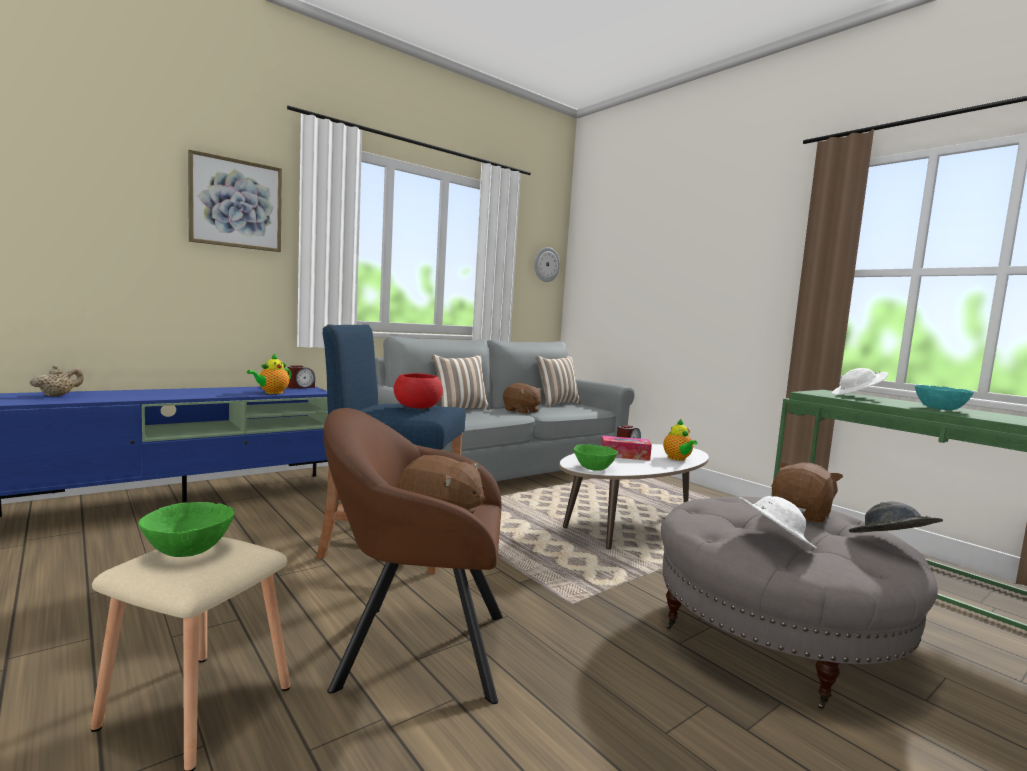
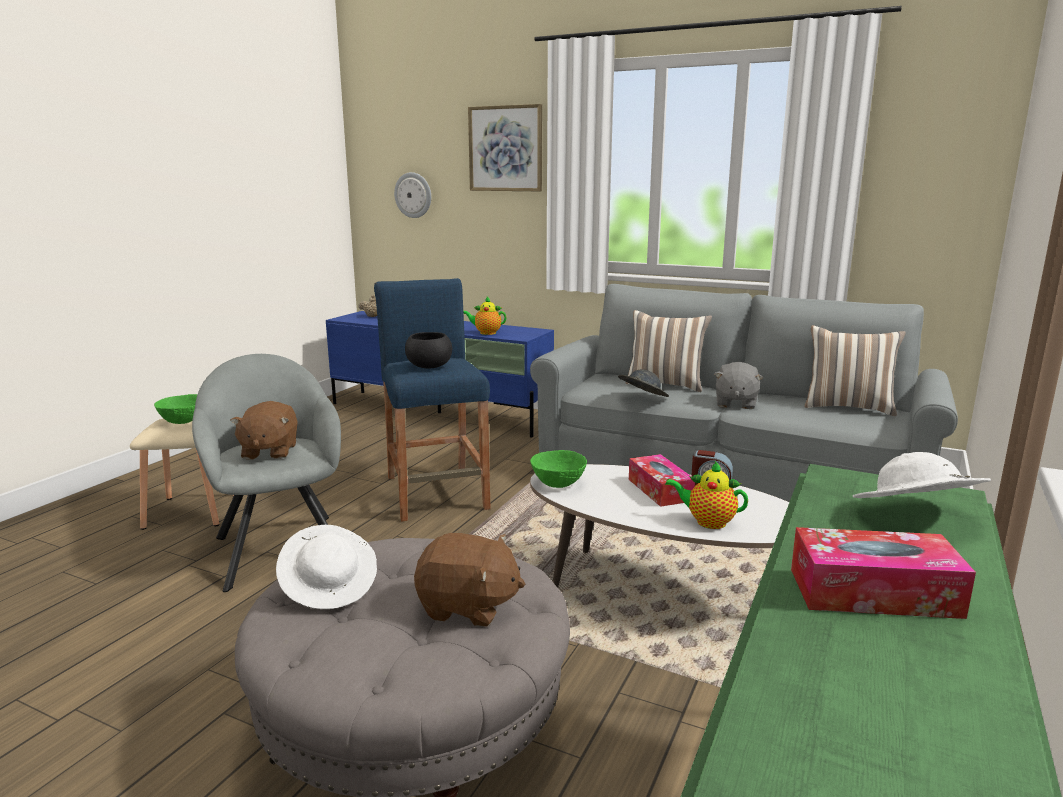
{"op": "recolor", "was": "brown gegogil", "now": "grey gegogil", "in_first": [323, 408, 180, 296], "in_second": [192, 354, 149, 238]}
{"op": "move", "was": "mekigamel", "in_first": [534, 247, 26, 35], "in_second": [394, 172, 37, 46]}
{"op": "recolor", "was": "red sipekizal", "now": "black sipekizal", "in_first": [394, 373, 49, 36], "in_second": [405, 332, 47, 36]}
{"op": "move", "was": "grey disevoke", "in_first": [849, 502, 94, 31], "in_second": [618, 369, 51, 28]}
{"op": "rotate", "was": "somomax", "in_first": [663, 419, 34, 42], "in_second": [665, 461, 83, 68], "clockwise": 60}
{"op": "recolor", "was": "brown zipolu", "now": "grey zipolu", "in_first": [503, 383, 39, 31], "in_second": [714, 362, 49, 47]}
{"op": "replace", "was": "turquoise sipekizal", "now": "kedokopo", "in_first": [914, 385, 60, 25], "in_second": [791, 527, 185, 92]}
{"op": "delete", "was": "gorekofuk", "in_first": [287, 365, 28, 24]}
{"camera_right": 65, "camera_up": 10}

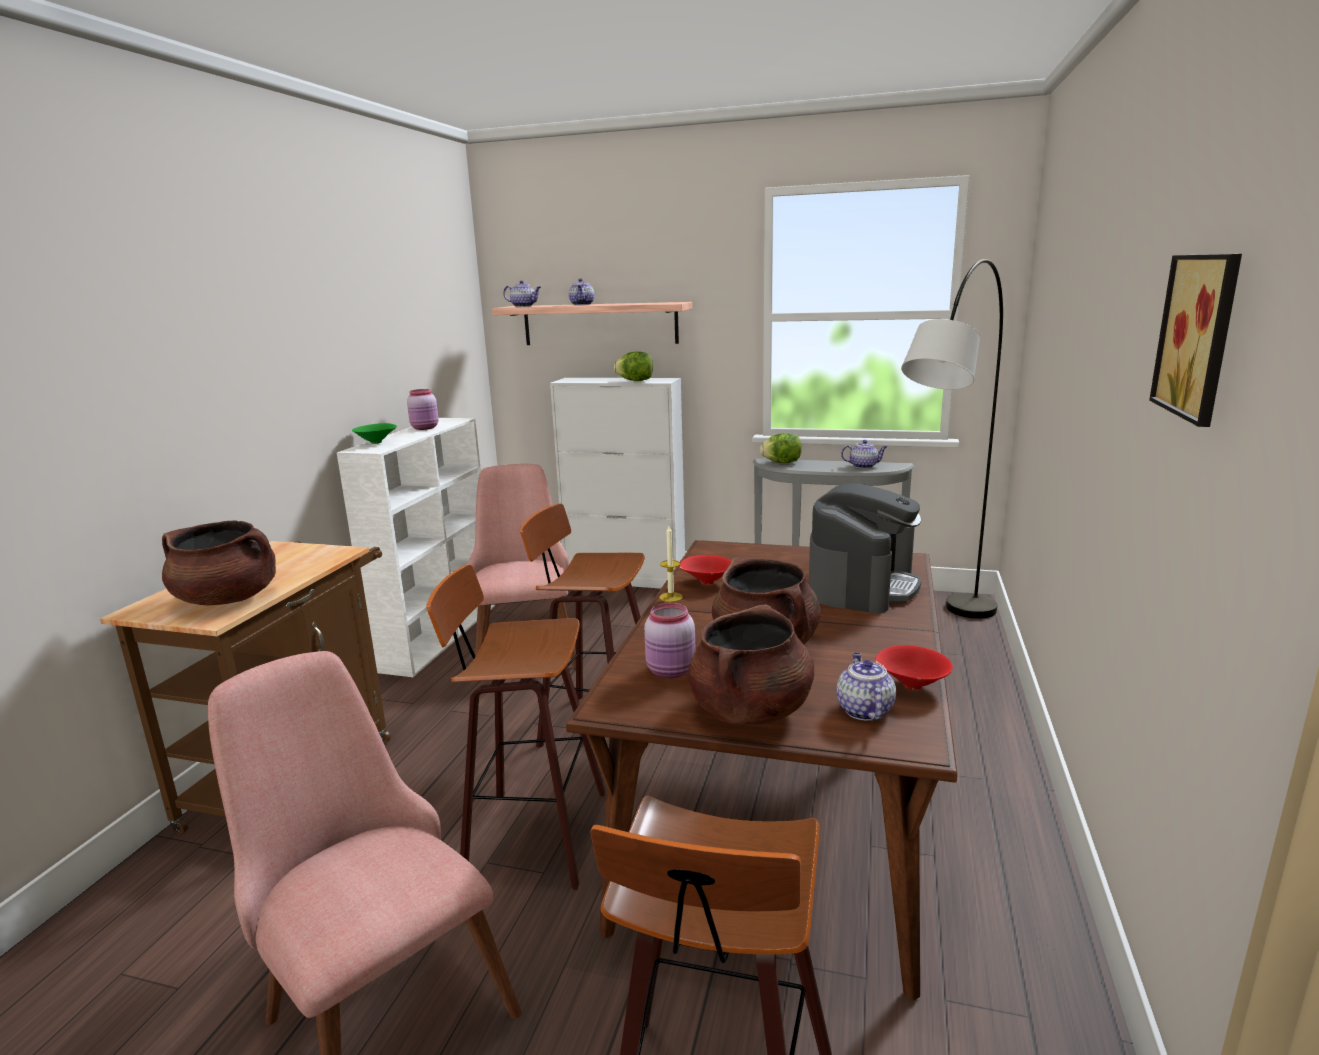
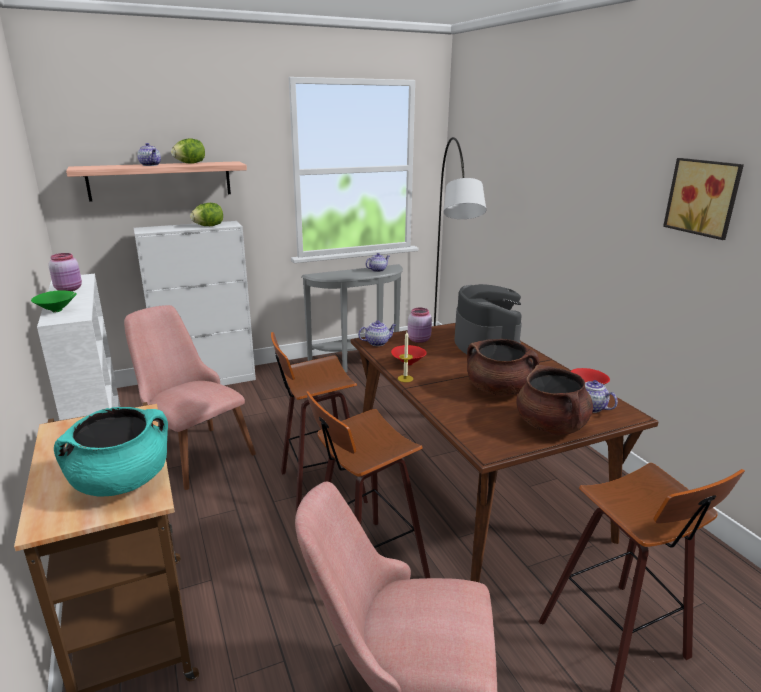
{"op": "recolor", "was": "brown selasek", "now": "turquoise selasek", "in_first": [162, 520, 114, 85], "in_second": [54, 407, 114, 90]}
{"op": "move", "was": "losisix", "in_first": [760, 433, 42, 30], "in_second": [171, 138, 34, 26]}
{"op": "move", "was": "somomax", "in_first": [503, 280, 38, 27], "in_second": [358, 321, 38, 25]}
{"op": "move", "was": "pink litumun", "in_first": [644, 603, 51, 75], "in_second": [408, 308, 24, 35]}
{"camera_right": -40, "camera_up": 5}

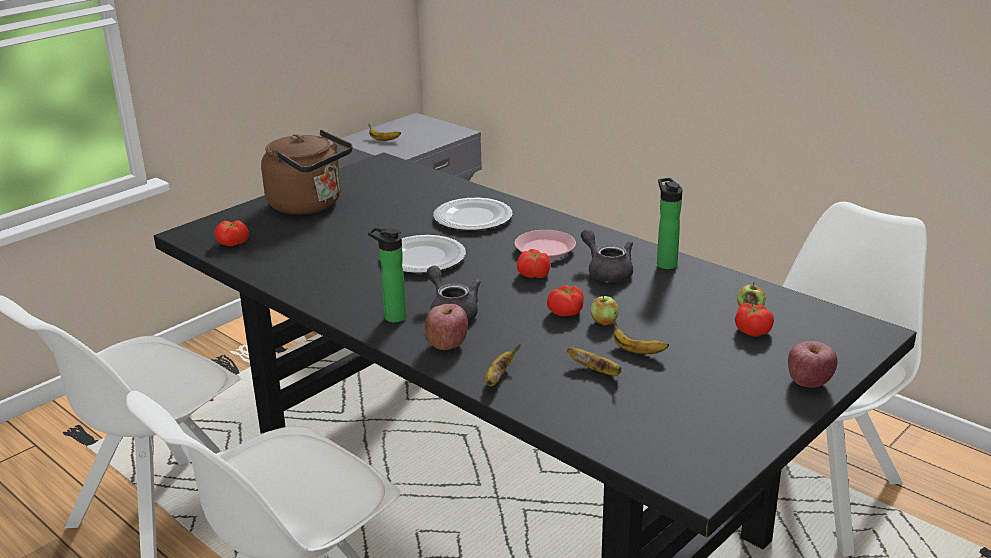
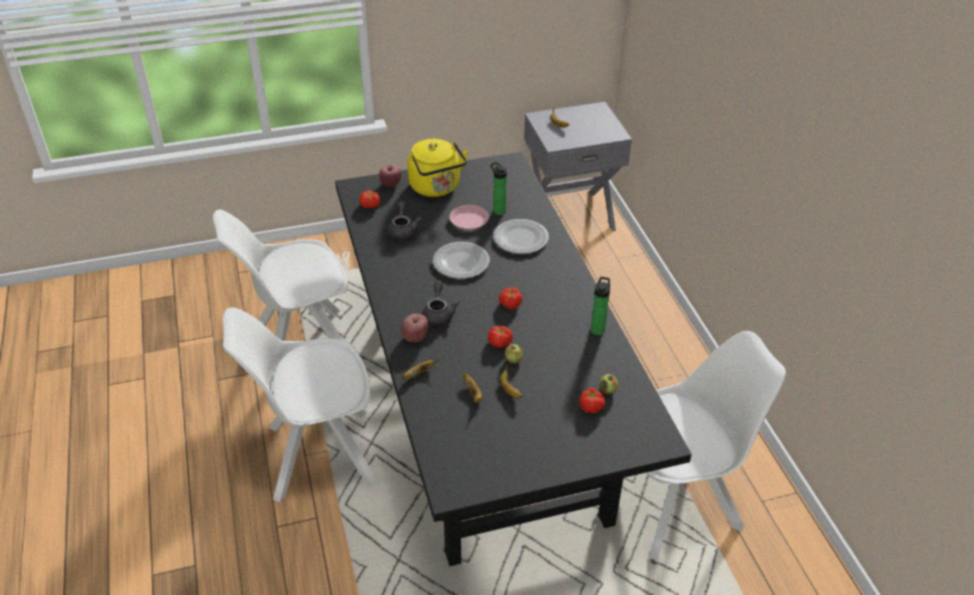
{"op": "move", "was": "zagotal", "in_first": [788, 341, 50, 46], "in_second": [379, 164, 22, 23]}
{"op": "move", "was": "grey somomax", "in_first": [581, 229, 52, 53], "in_second": [388, 201, 33, 39]}
{"op": "recolor", "was": "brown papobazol", "now": "yellow papobazol", "in_first": [261, 130, 92, 85], "in_second": [407, 139, 61, 58]}
{"op": "move", "was": "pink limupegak", "in_first": [515, 230, 61, 30], "in_second": [450, 205, 39, 25]}
{"op": "move", "was": "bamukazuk", "in_first": [368, 227, 39, 95], "in_second": [490, 162, 17, 53]}
{"camera_right": 30, "camera_up": 15}

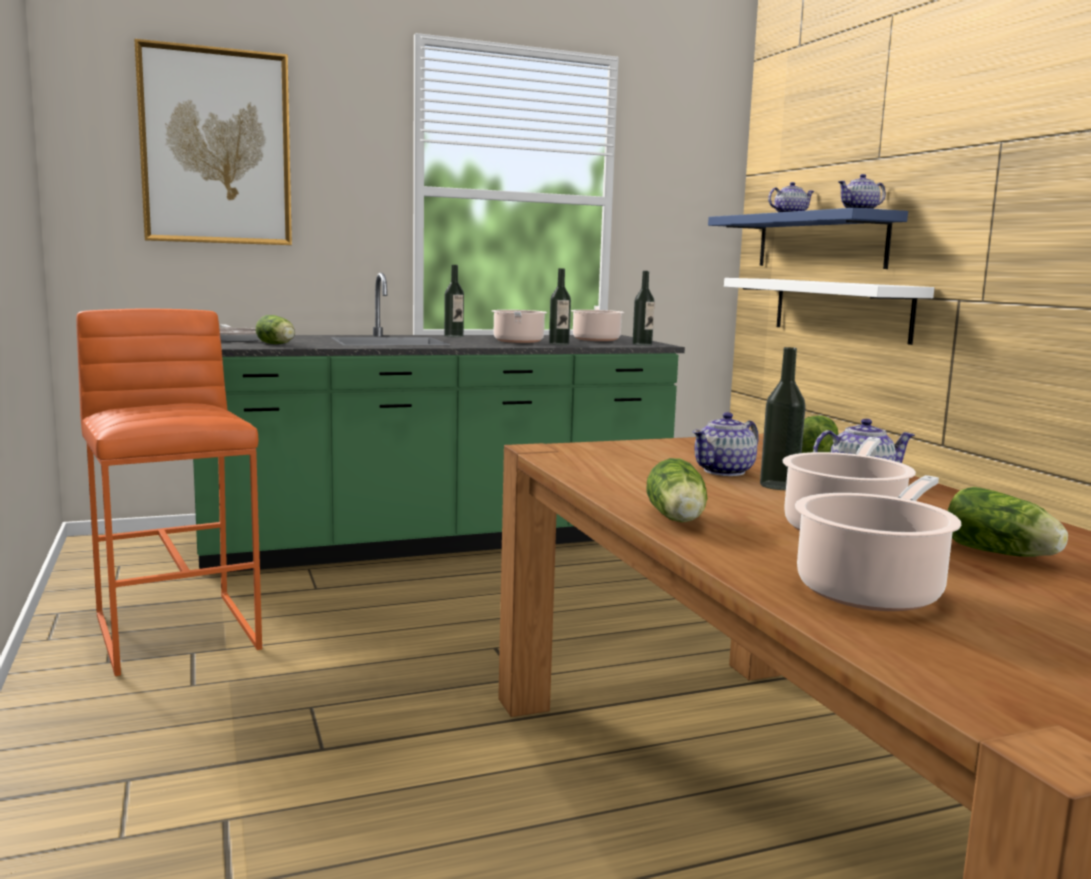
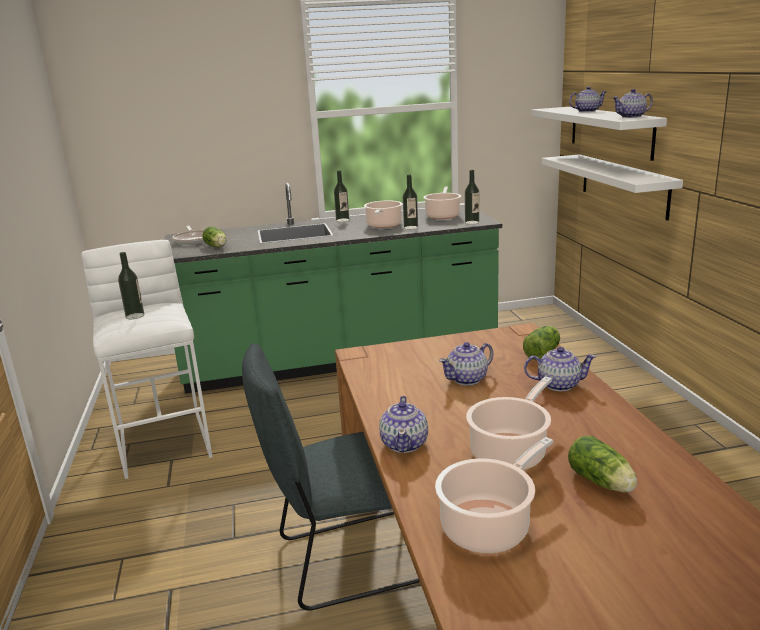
{"op": "recolor", "was": "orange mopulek", "now": "white mopulek", "in_first": [76, 308, 186, 368], "in_second": [81, 240, 131, 239]}
{"op": "move", "was": "bamukazuk", "in_first": [760, 347, 46, 143], "in_second": [118, 252, 26, 67]}
{"op": "insert", "now": "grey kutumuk", "in_second": [242, 343, 178, 268]}
{"op": "replace", "was": "losisix", "now": "somomax", "in_first": [647, 458, 60, 64], "in_second": [379, 396, 49, 57]}
{"op": "recolor", "was": "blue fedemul", "now": "white fedemul", "in_first": [708, 208, 200, 61], "in_second": [531, 107, 136, 54]}
{"op": "delete", "was": "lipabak", "in_first": [134, 39, 158, 206]}
{"camera_right": 10, "camera_up": 10}

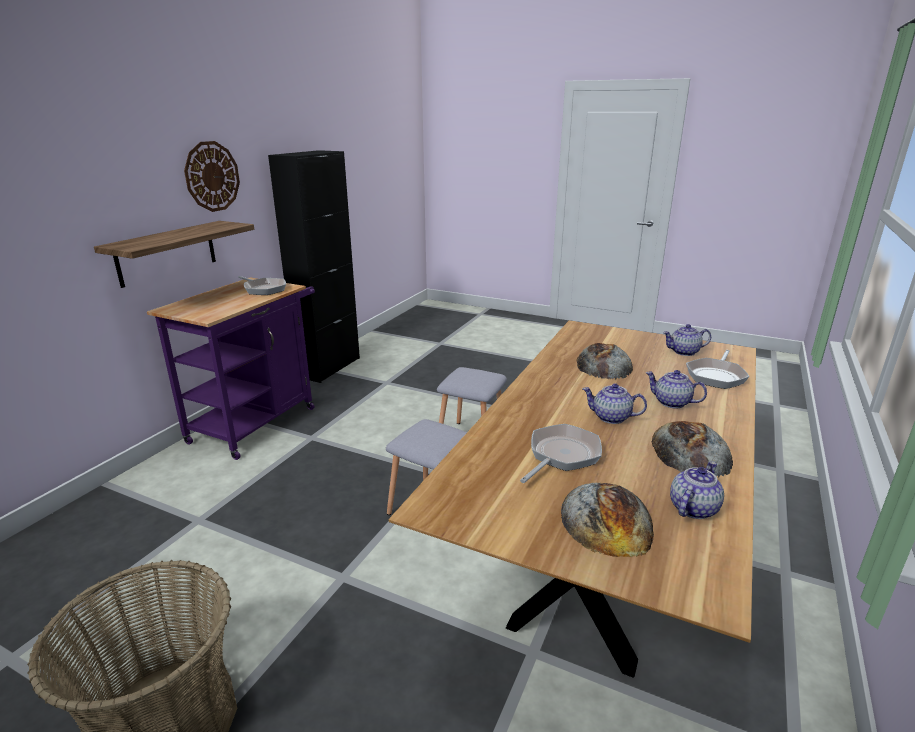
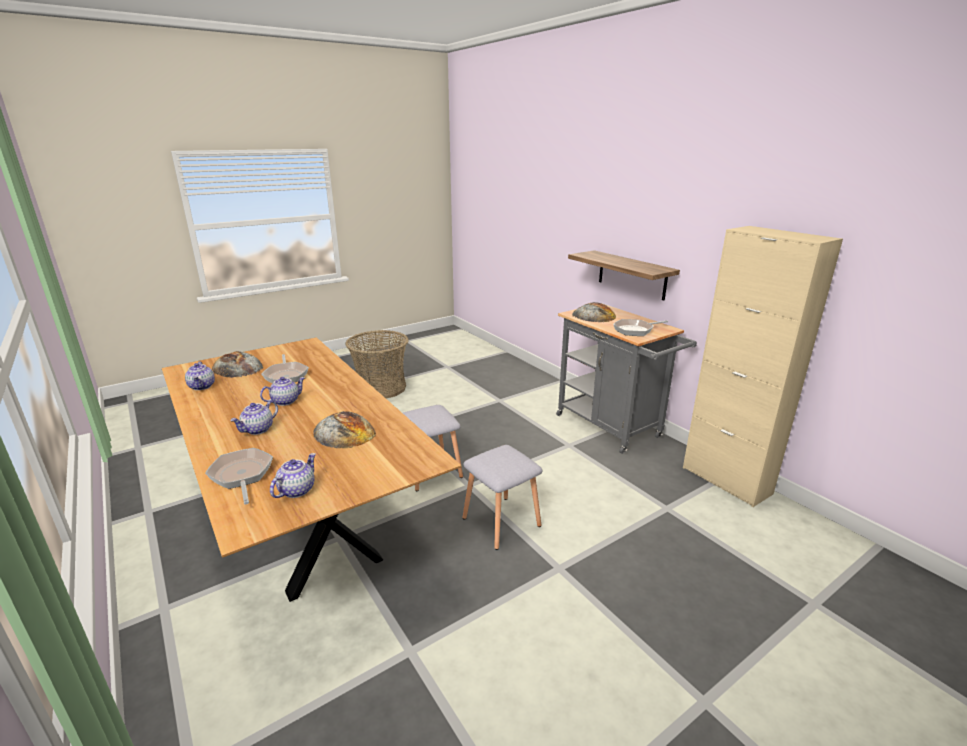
{"op": "rotate", "was": "somomax", "in_first": [646, 370, 61, 38], "in_second": [230, 400, 48, 35], "clockwise": 150}
{"op": "recolor", "was": "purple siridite", "now": "grey siridite", "in_first": [147, 277, 168, 183], "in_second": [556, 303, 141, 151]}
{"op": "move", "was": "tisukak", "in_first": [652, 421, 81, 57], "in_second": [572, 302, 44, 20]}
{"op": "recolor", "was": "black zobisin", "now": "beige zobisin", "in_first": [268, 150, 92, 233], "in_second": [683, 226, 160, 281]}
{"op": "delete", "was": "mekigamel", "in_first": [184, 141, 56, 71]}
{"camera_right": 120, "camera_up": 0}

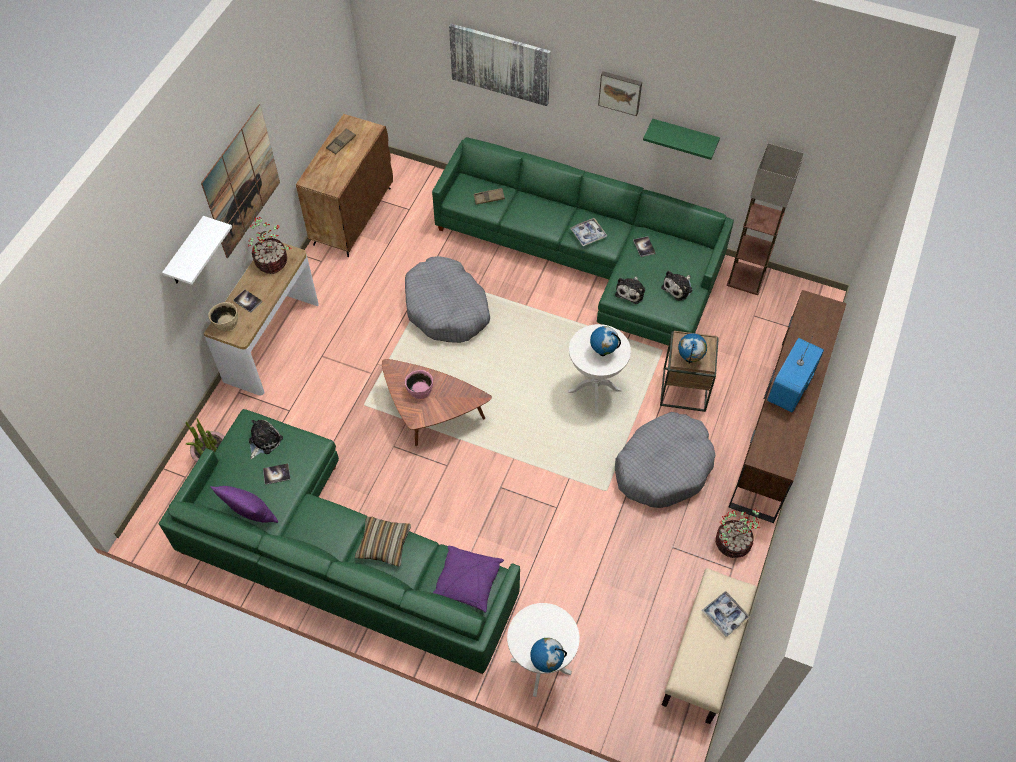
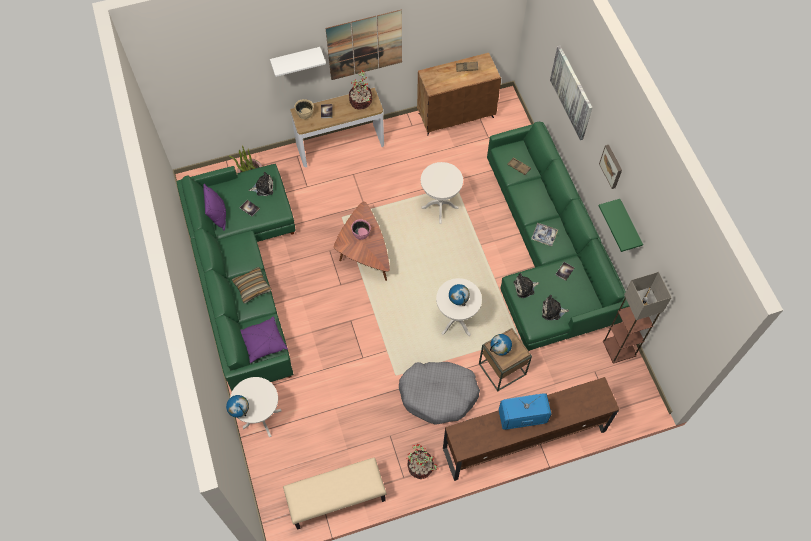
{"op": "replace", "was": "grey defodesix", "now": "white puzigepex", "in_first": [405, 256, 85, 87], "in_second": [421, 162, 42, 62]}
{"op": "delete", "was": "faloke", "in_first": [702, 591, 48, 46]}
{"camera_right": 50, "camera_up": 5}

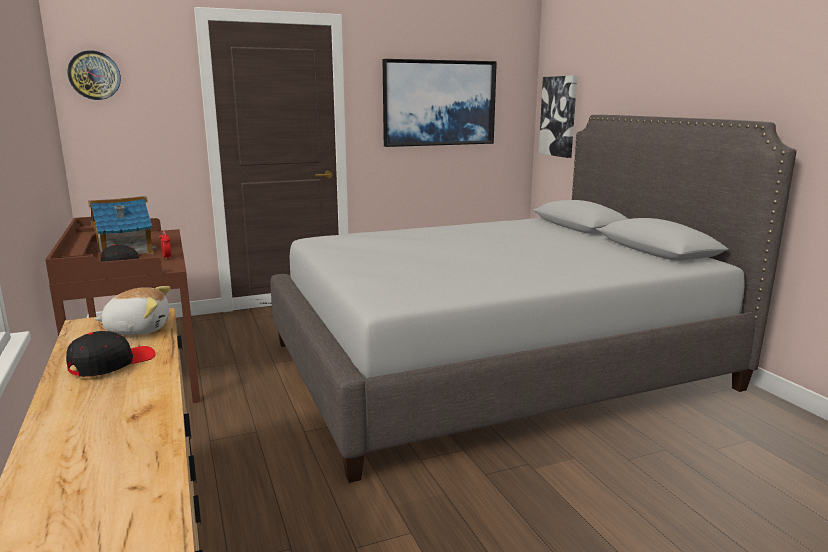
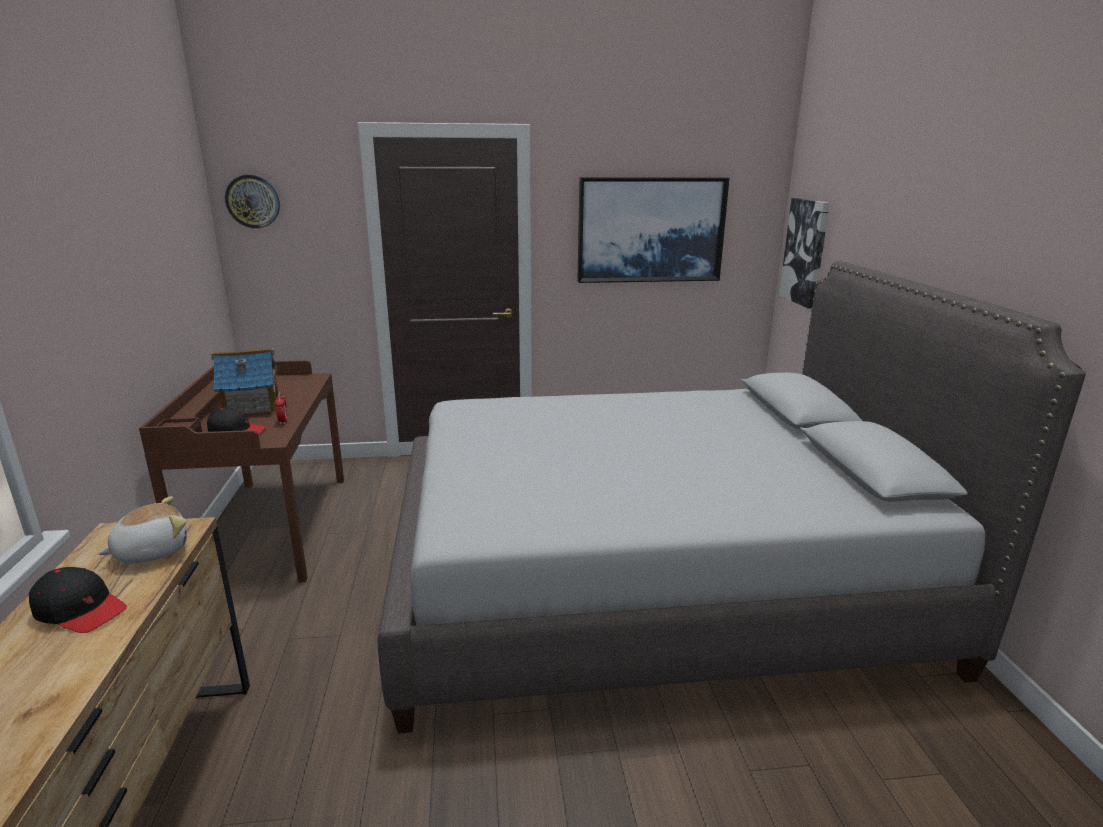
{"op": "rotate", "was": "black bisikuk", "in_first": [66, 331, 90, 46], "in_second": [29, 567, 98, 66], "clockwise": 60}
{"op": "rotate", "was": "zipolu", "in_first": [95, 286, 75, 49], "in_second": [98, 496, 89, 68], "clockwise": -45}
{"camera_right": 15, "camera_up": 5}

